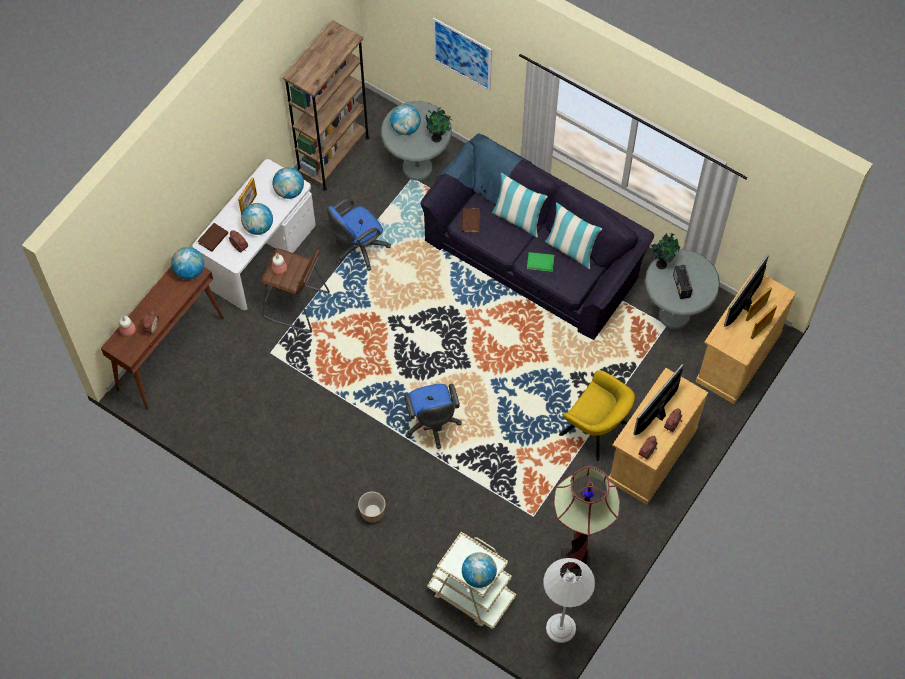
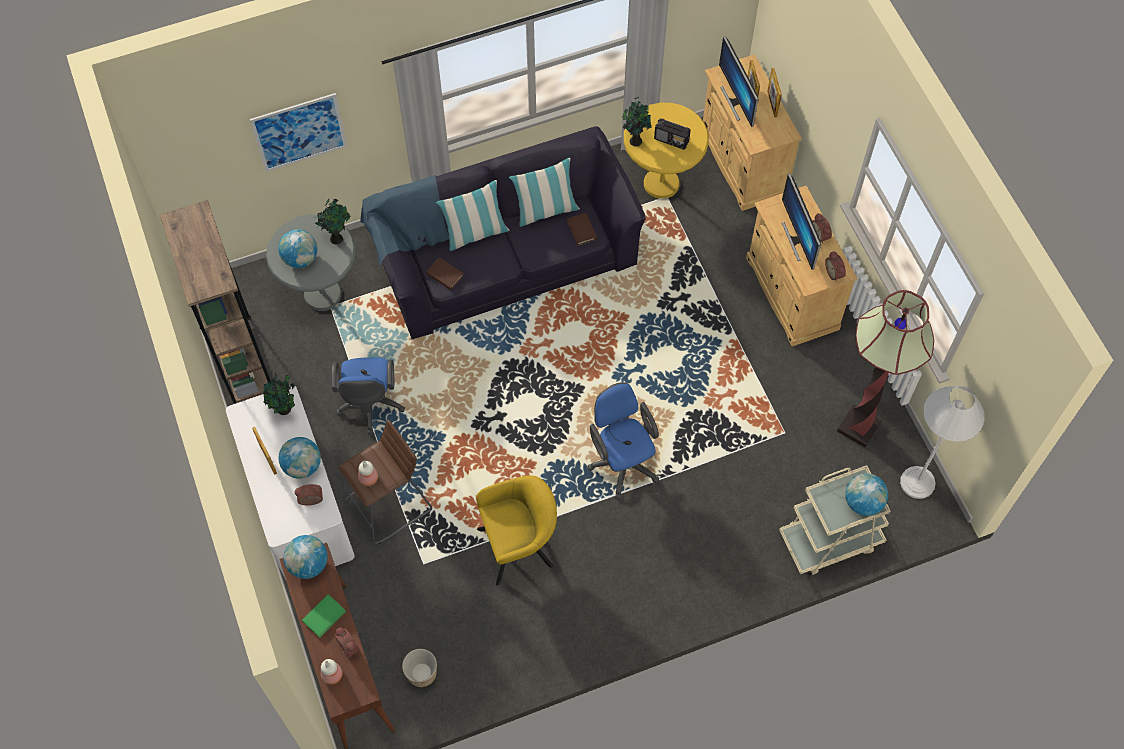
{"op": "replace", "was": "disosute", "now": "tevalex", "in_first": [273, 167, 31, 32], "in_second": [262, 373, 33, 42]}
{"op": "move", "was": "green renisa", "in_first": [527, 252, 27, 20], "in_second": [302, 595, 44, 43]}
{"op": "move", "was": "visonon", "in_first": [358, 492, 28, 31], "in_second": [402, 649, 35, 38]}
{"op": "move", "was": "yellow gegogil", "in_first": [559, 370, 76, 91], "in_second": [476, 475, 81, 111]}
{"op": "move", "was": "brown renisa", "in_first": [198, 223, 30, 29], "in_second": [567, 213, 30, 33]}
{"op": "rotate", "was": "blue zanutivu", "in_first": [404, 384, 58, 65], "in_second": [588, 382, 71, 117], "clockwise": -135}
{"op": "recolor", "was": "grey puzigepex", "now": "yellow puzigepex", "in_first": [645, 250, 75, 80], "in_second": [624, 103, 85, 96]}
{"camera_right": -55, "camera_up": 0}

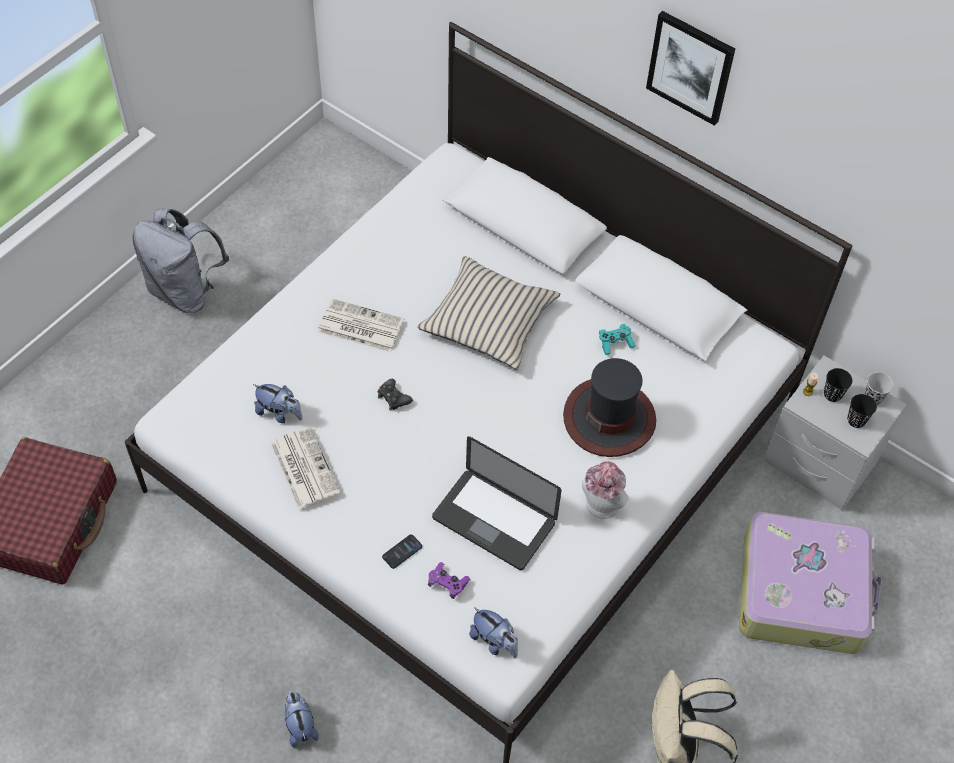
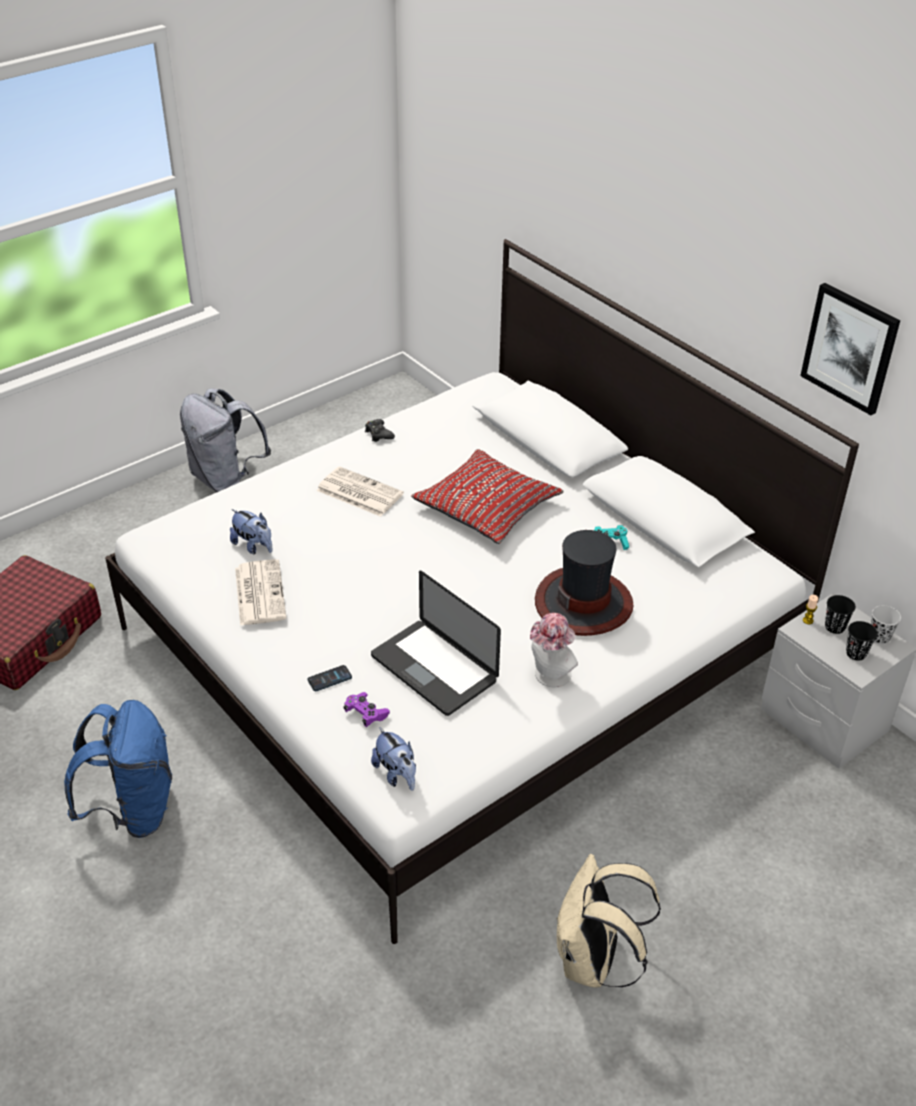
{"op": "insert", "now": "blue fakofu", "in_second": [64, 700, 108, 138]}
{"op": "move", "was": "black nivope", "in_first": [378, 379, 35, 32], "in_second": [365, 419, 30, 23]}
{"op": "recolor", "was": "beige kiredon", "now": "red kiredon", "in_first": [417, 256, 144, 114], "in_second": [411, 449, 153, 95]}
{"op": "move", "was": "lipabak", "in_first": [646, 11, 89, 115], "in_second": [800, 283, 100, 132]}
{"op": "delete", "was": "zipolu", "in_first": [285, 692, 34, 56]}
{"op": "delete", "was": "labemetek", "in_first": [739, 512, 143, 142]}
{"camera_right": 15, "camera_up": -15}

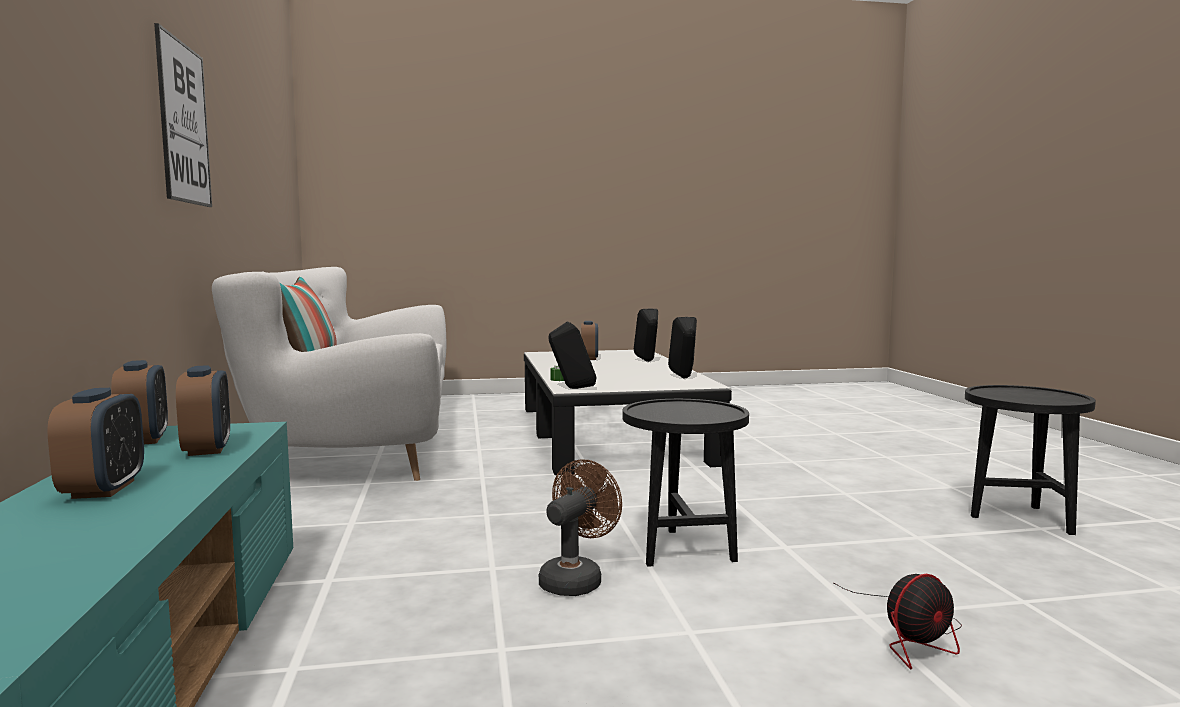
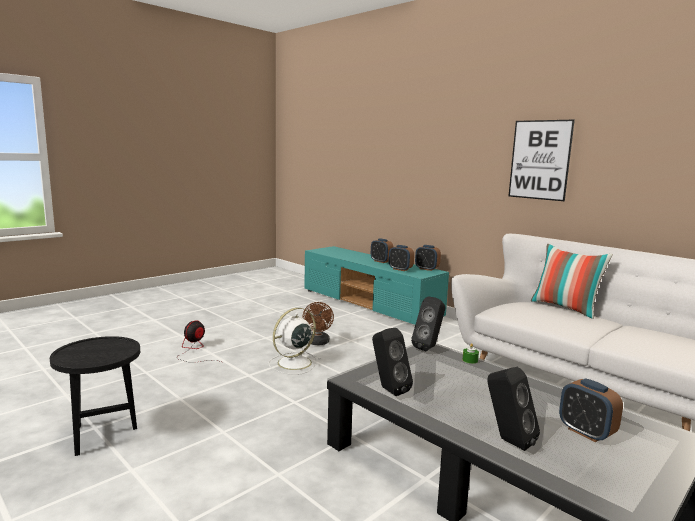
{"op": "replace", "was": "black puzigepex", "now": "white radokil", "in_first": [622, 399, 127, 168], "in_second": [269, 308, 52, 67]}
{"camera_right": 145, "camera_up": 5}

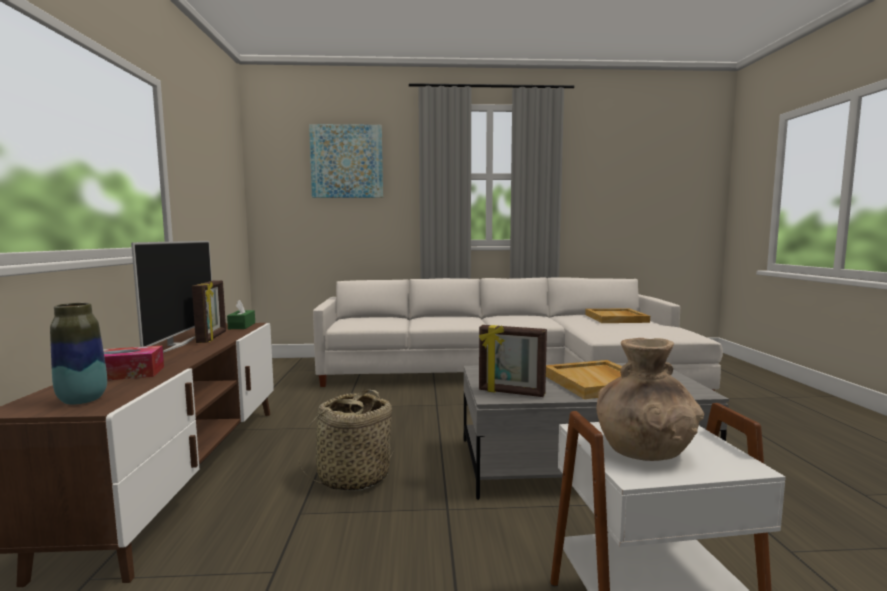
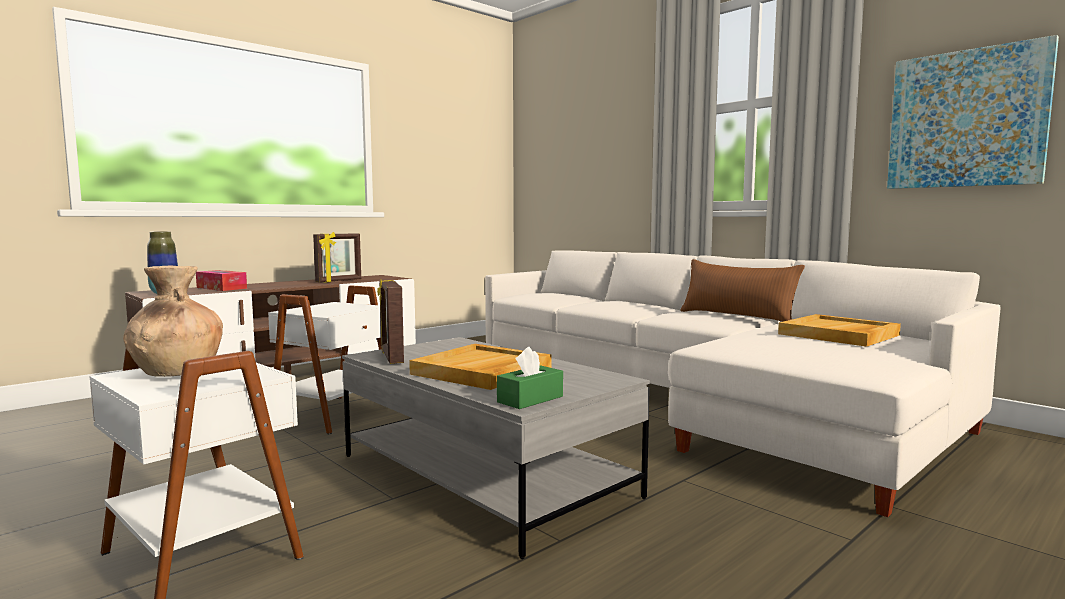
{"op": "replace", "was": "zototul", "now": "white puzigepex", "in_first": [299, 390, 96, 101], "in_second": [268, 285, 114, 149]}
{"op": "move", "was": "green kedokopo", "in_first": [227, 300, 28, 29], "in_second": [497, 347, 66, 62]}
{"op": "insert", "now": "brown kiredon", "in_second": [681, 259, 124, 63]}
{"op": "move", "was": "lipabak", "in_first": [309, 124, 74, 74], "in_second": [887, 35, 172, 154]}
{"op": "delete", "was": "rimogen", "in_first": [131, 241, 81, 112]}
{"camera_right": 50, "camera_up": 0}

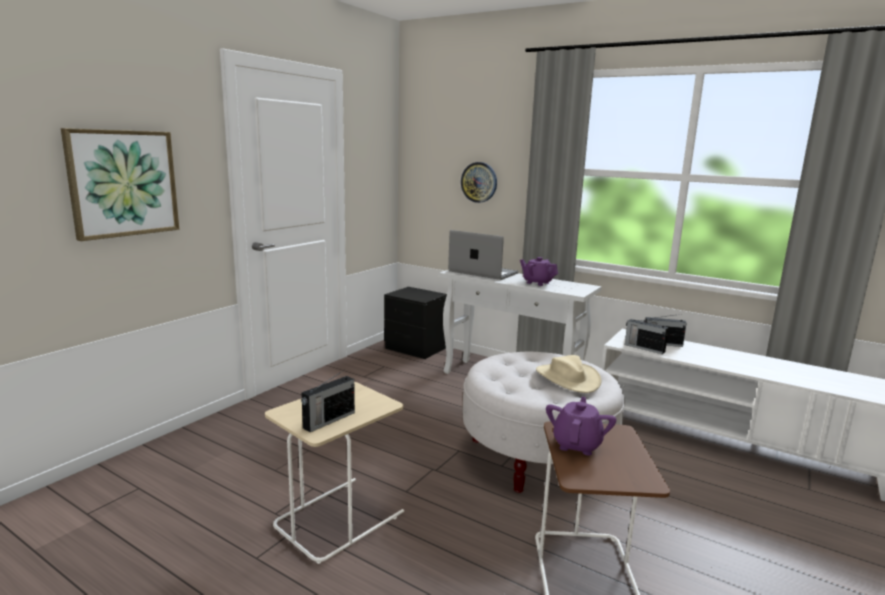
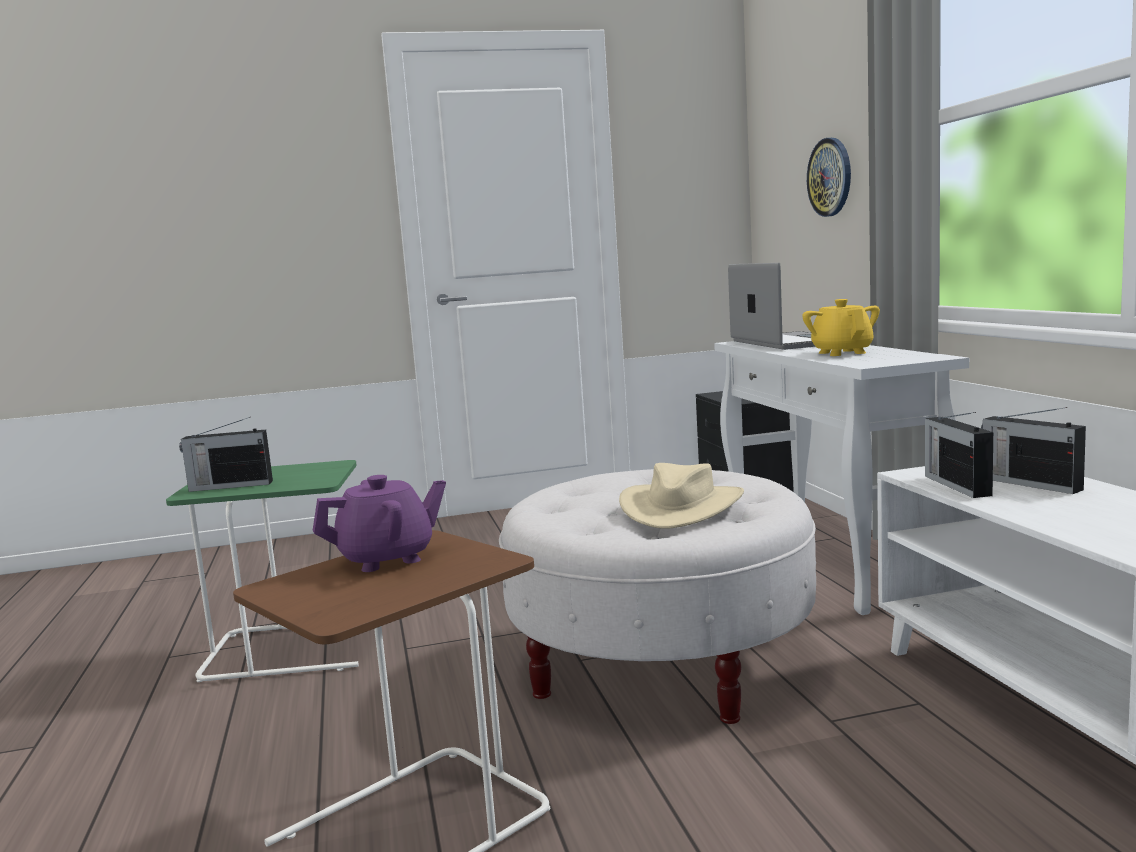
{"op": "recolor", "was": "beige puzigepex", "now": "green puzigepex", "in_first": [265, 382, 139, 182], "in_second": [166, 460, 193, 222]}
{"op": "recolor", "was": "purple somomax", "now": "yellow somomax", "in_first": [520, 257, 38, 29], "in_second": [802, 299, 78, 57]}
{"op": "delete", "was": "lipabak", "in_first": [61, 128, 118, 113]}
{"camera_right": 45, "camera_up": -5}

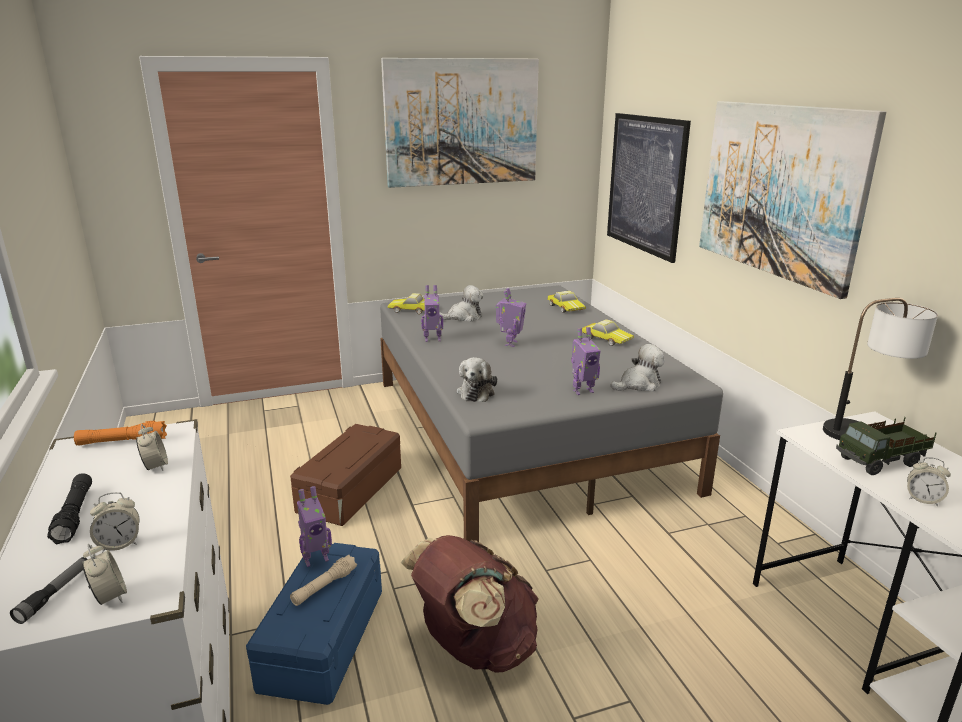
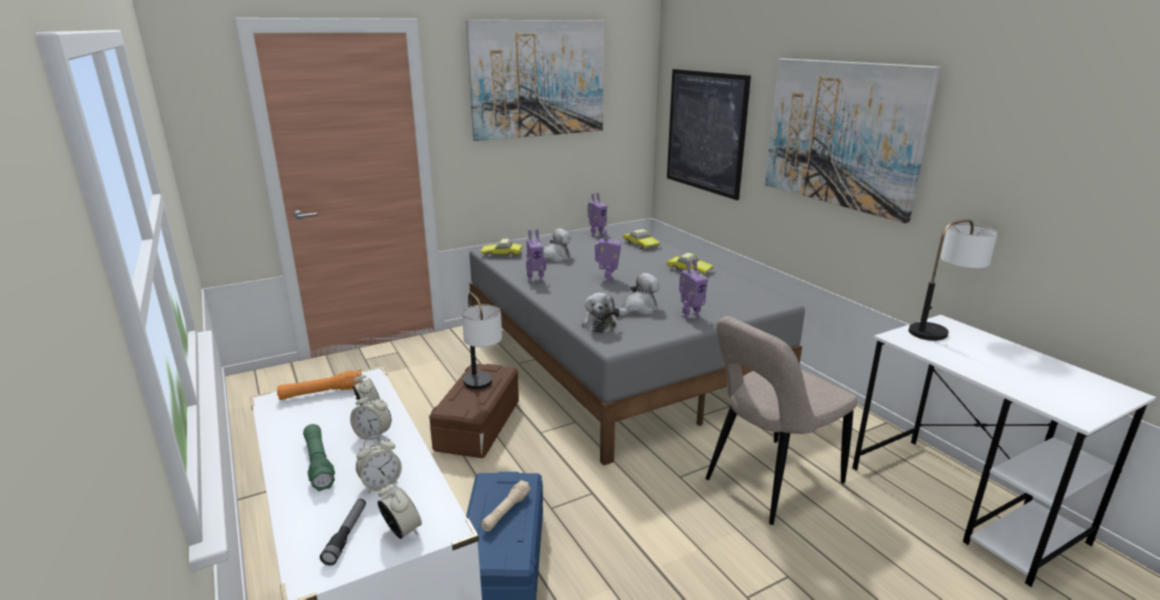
{"op": "recolor", "was": "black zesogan", "now": "green zesogan", "in_first": [47, 473, 45, 71], "in_second": [303, 424, 32, 67]}
{"op": "move", "was": "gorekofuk", "in_first": [907, 457, 44, 49], "in_second": [350, 392, 42, 49]}
{"op": "insert", "now": "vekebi", "in_second": [462, 292, 40, 97]}
{"op": "move", "was": "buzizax", "in_first": [297, 486, 35, 81], "in_second": [588, 193, 19, 44]}
{"op": "move", "was": "zipolu", "in_first": [611, 344, 54, 48], "in_second": [618, 273, 42, 43]}
{"op": "insert", "now": "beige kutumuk", "in_second": [706, 316, 151, 209]}
{"op": "delete", "was": "brown fakofu", "in_first": [400, 535, 139, 138]}
{"op": "delete", "was": "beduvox", "in_first": [836, 417, 100, 58]}
{"camera_right": -10, "camera_up": 0}

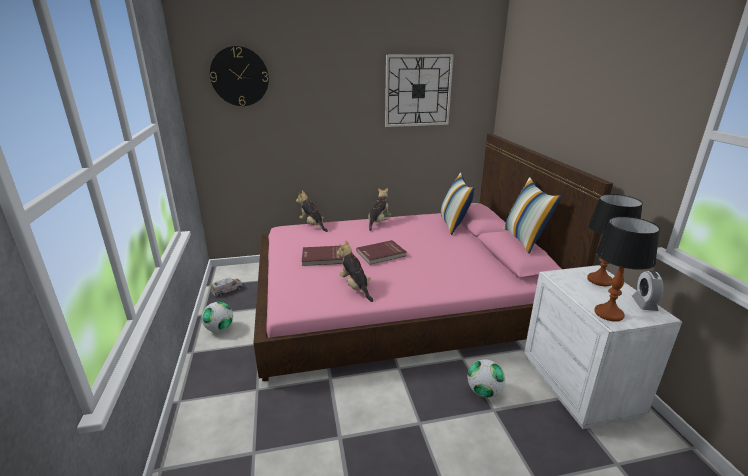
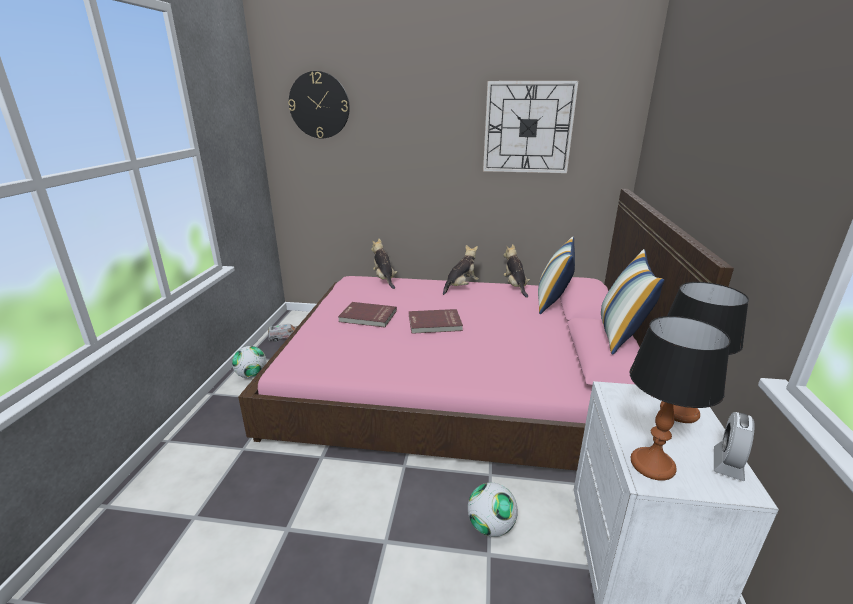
{"op": "move", "was": "zipolu", "in_first": [337, 240, 37, 62], "in_second": [503, 244, 27, 54]}
{"camera_right": 20, "camera_up": 0}

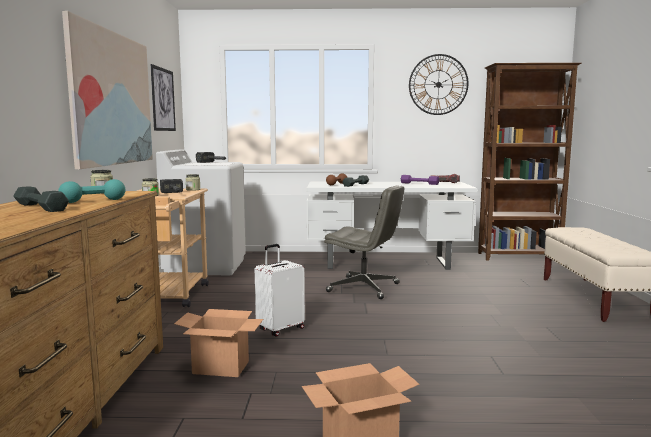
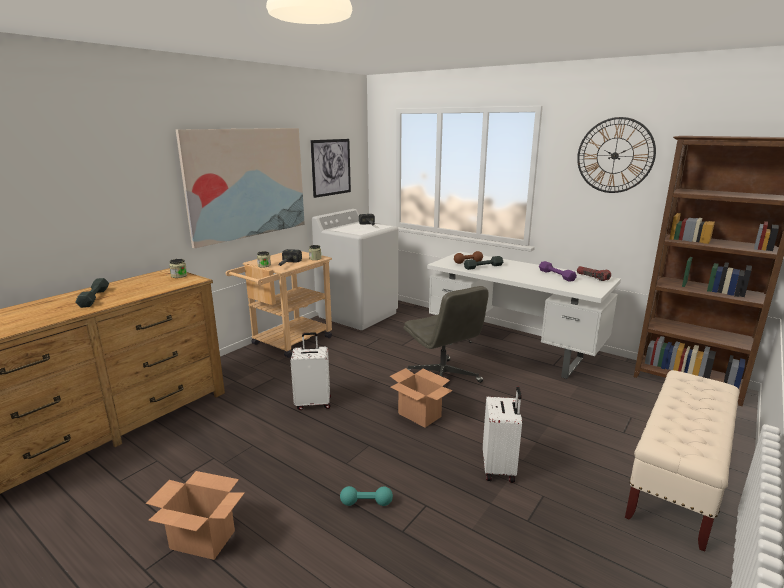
{"op": "move", "was": "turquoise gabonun", "in_first": [58, 179, 67, 24], "in_second": [340, 486, 53, 20]}
{"op": "move", "was": "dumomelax", "in_first": [174, 309, 89, 68], "in_second": [390, 368, 63, 60]}
{"op": "insert", "now": "white labemetek", "in_second": [483, 387, 39, 96]}
{"camera_right": 35, "camera_up": 10}

